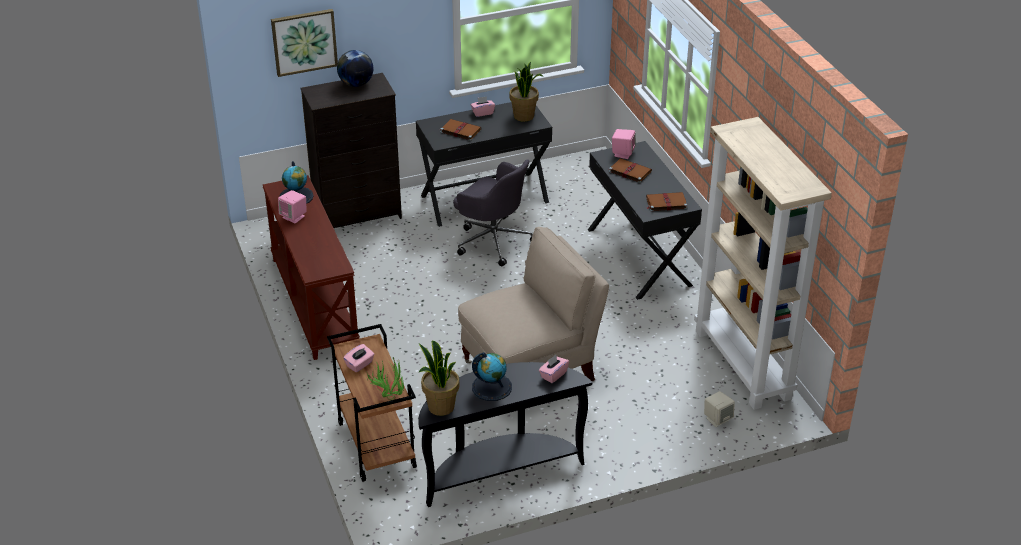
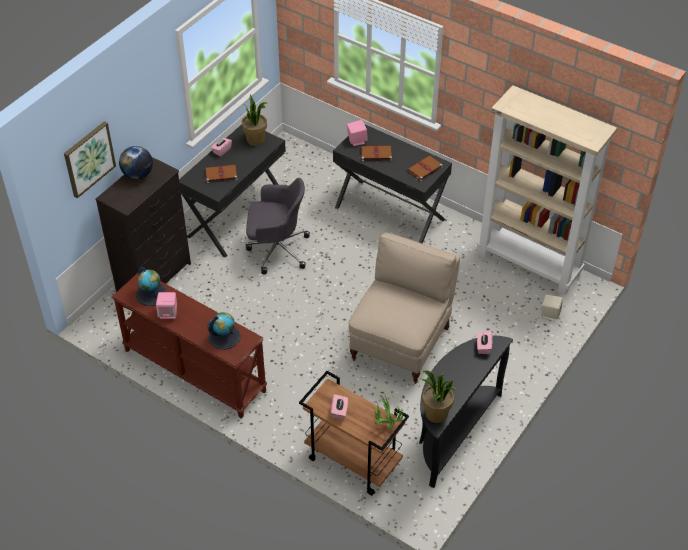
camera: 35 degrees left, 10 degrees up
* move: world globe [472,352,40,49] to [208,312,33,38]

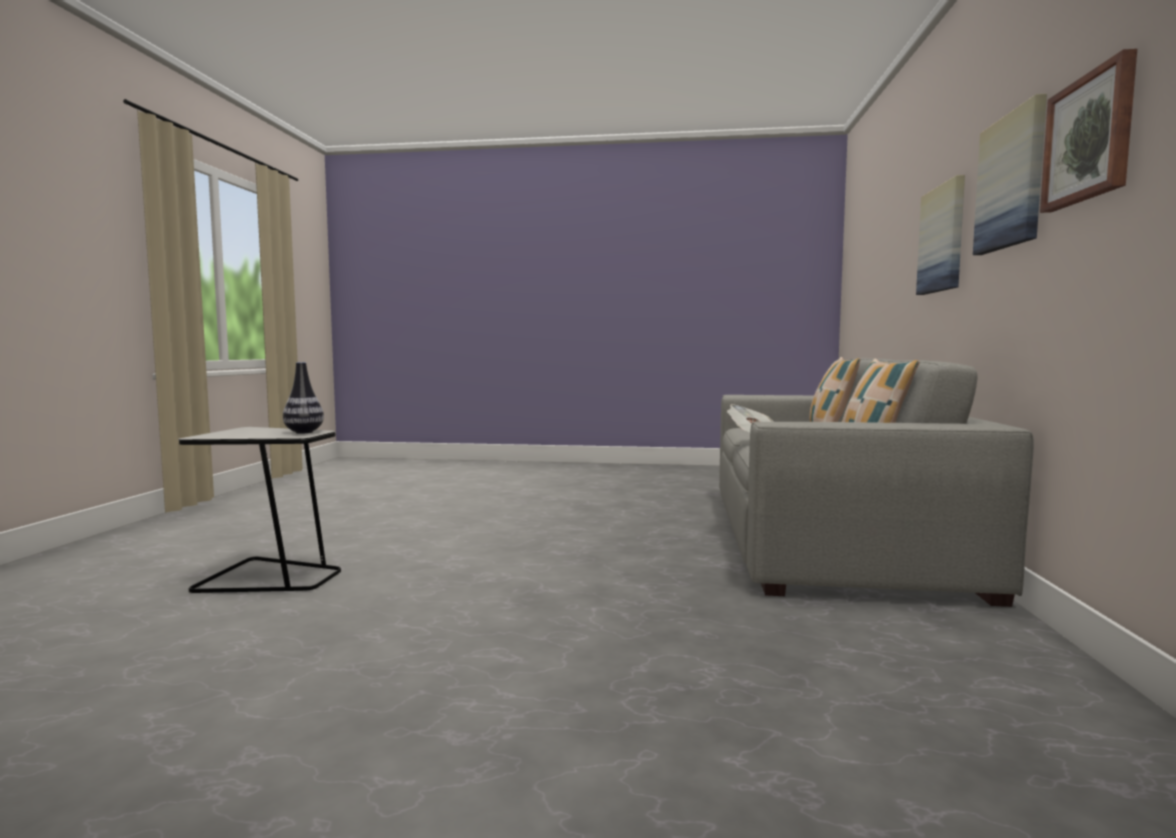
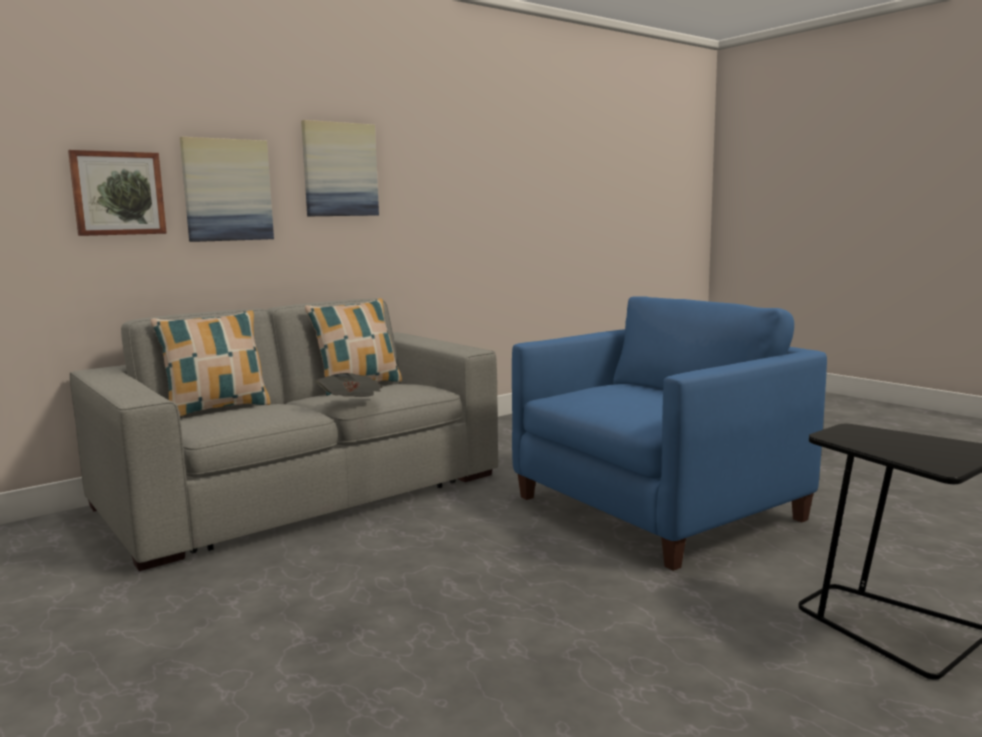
camera: 135 degrees left, 5 degrees up
* delete: decorative vase [283,362,41,71]
* insert: blue-coloured easy chair [512,296,315,275]
* move: wall picture [1040,49,97,164] to [68,150,99,86]

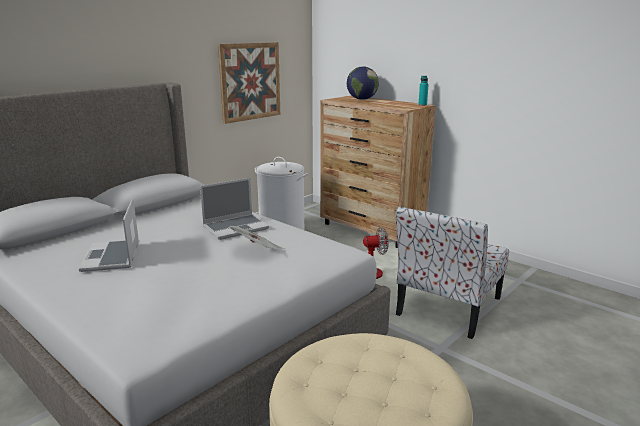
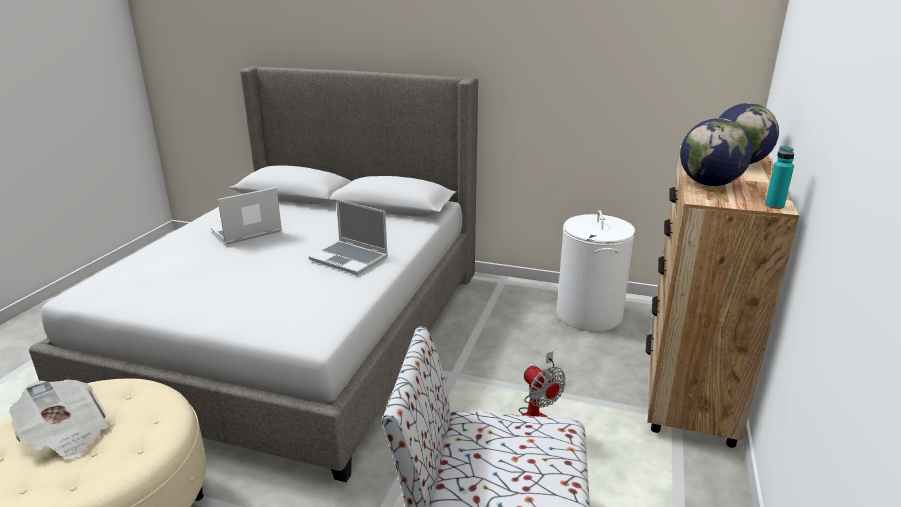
camera: 65 degrees right, 5 degrees up
* delete: wall picture [218,42,62,82]
* insert: world globe [680,118,73,68]
* move: daily paper [227,226,58,23] to [9,380,101,80]

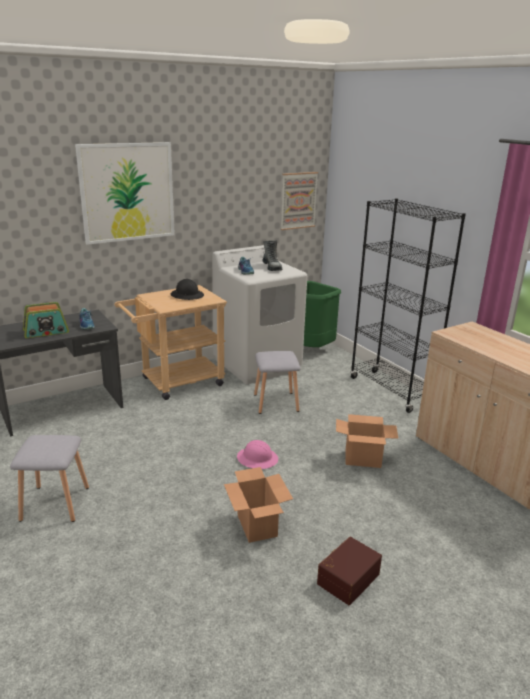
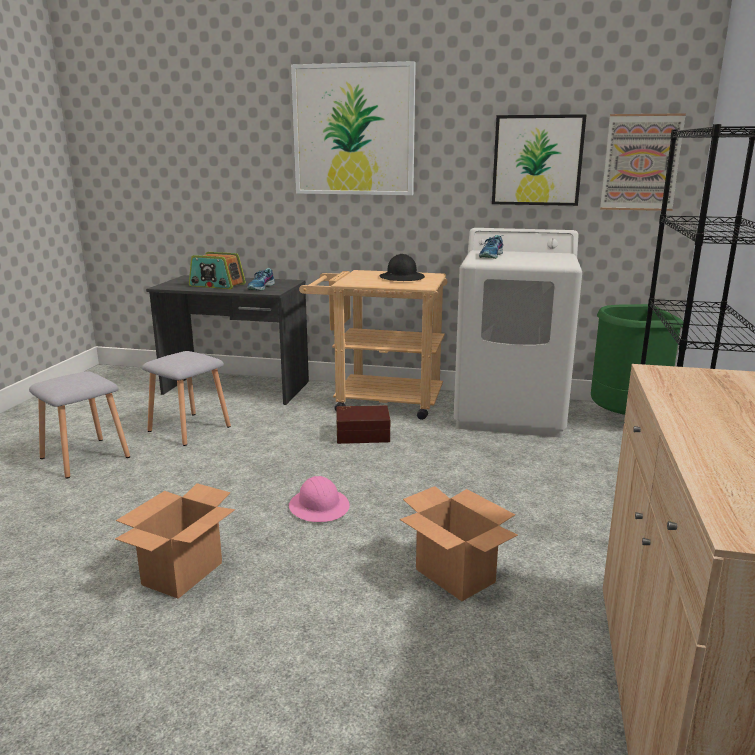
camera: 45 degrees right, 5 degrees down
* delete: high-top boot [263,240,20,31]
* insert: wall picture [492,114,95,92]
* move: greyish stool [254,351,46,63] to [142,351,89,95]
* move: brown storage box [317,537,65,68] to [336,405,54,39]

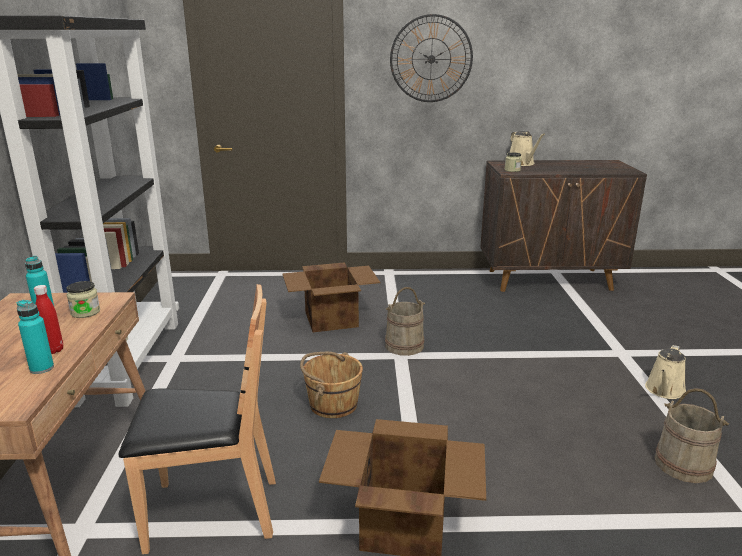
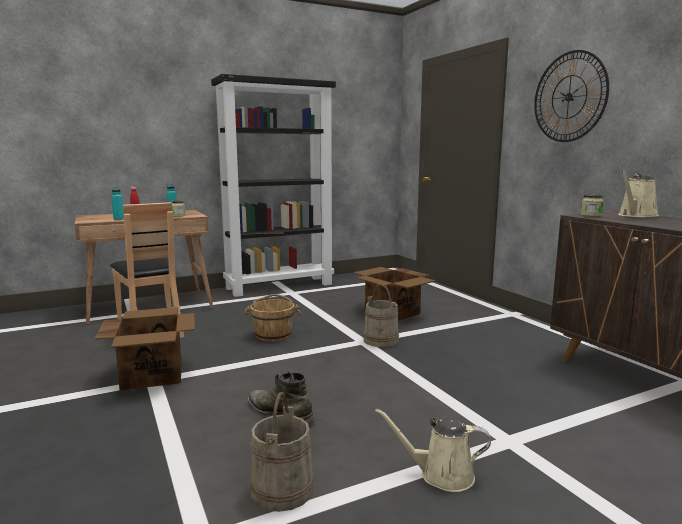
camera: 65 degrees right, 10 degrees down
* insert: green high-top boot [248,372,66,53]

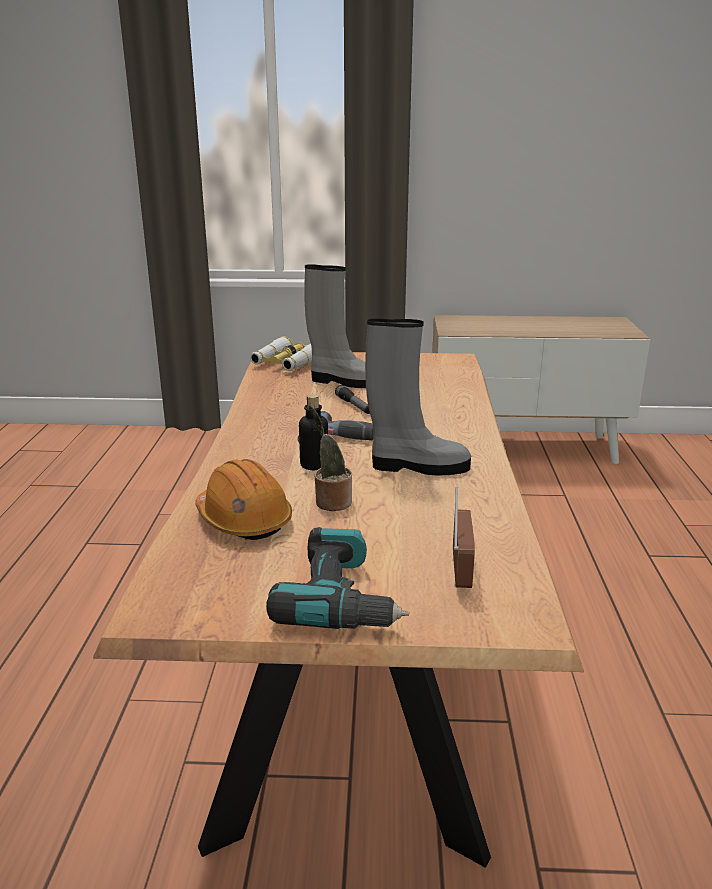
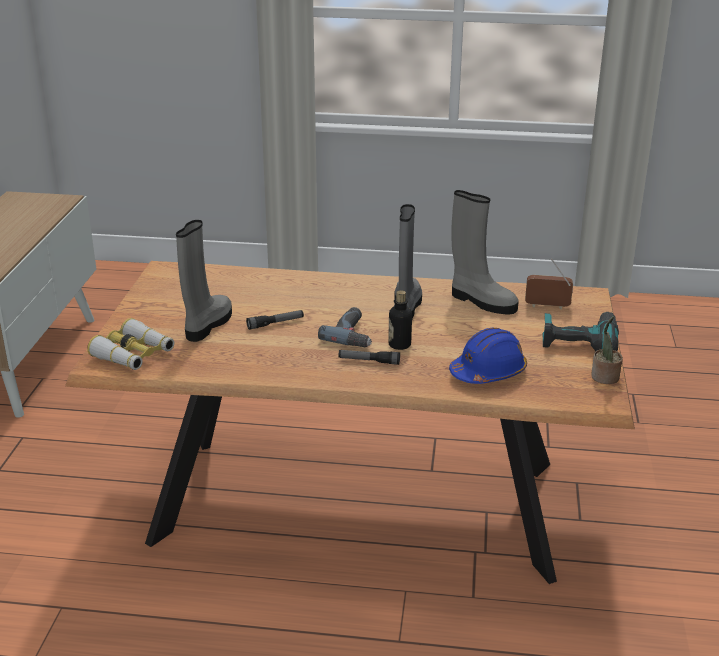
camera: 85 degrees left, 5 degrees up
* insert: hand torch [339,350,61,15]
* insert: greyish high-top boot [451,190,68,125]
* move: plant in a pot [309,405,43,106] to [591,316,32,68]
* recolor: orangey safety helmet [195,459,97,81] to blue-coloured safety helmet [449,328,78,56]

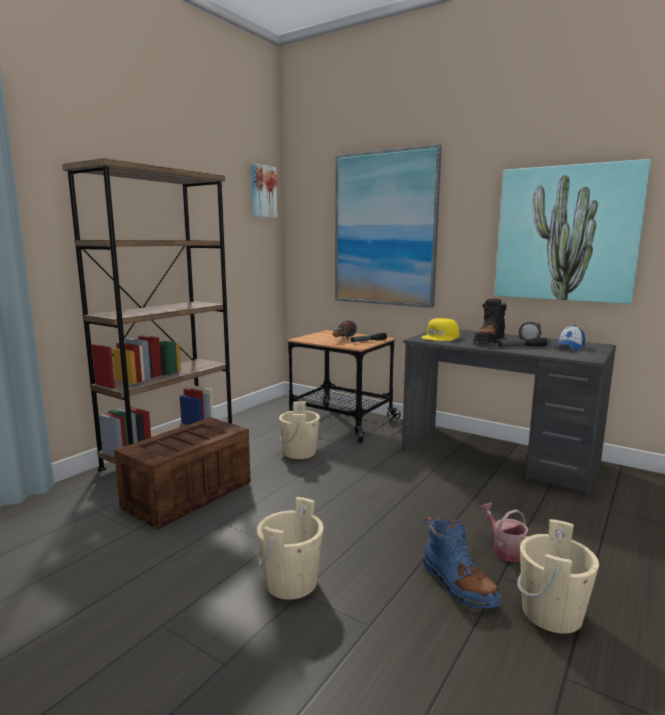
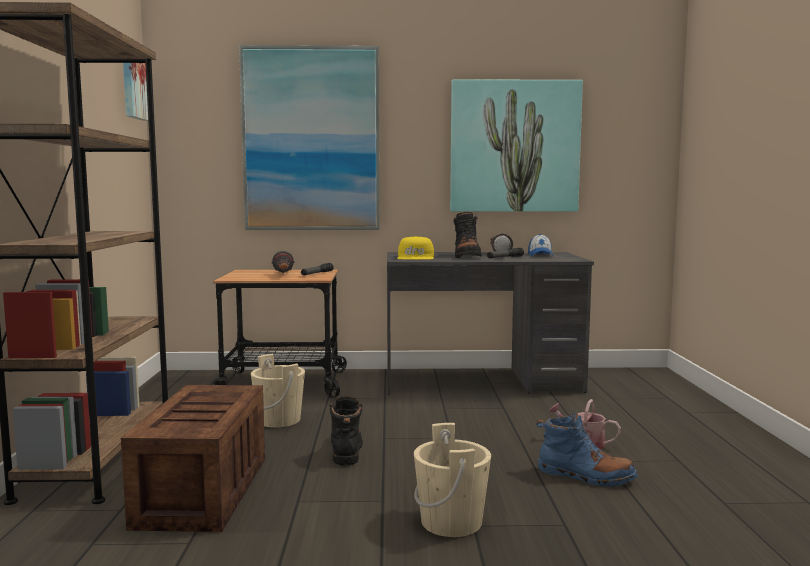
camera: 35 degrees left, 5 degrees down
* delete: sand-coloured bucket [517,519,82,115]
* insert: black high-top boot [329,397,34,68]

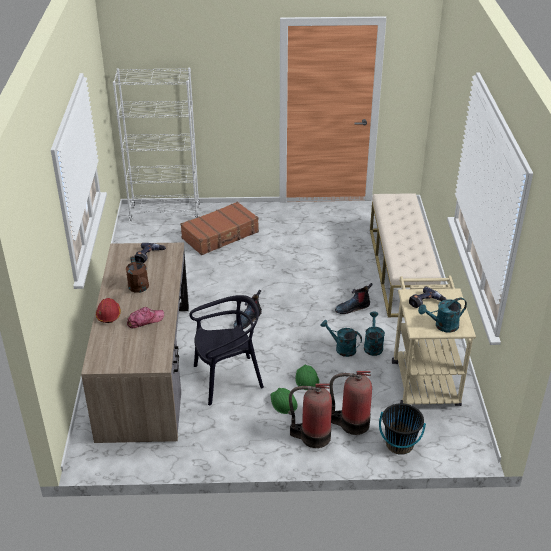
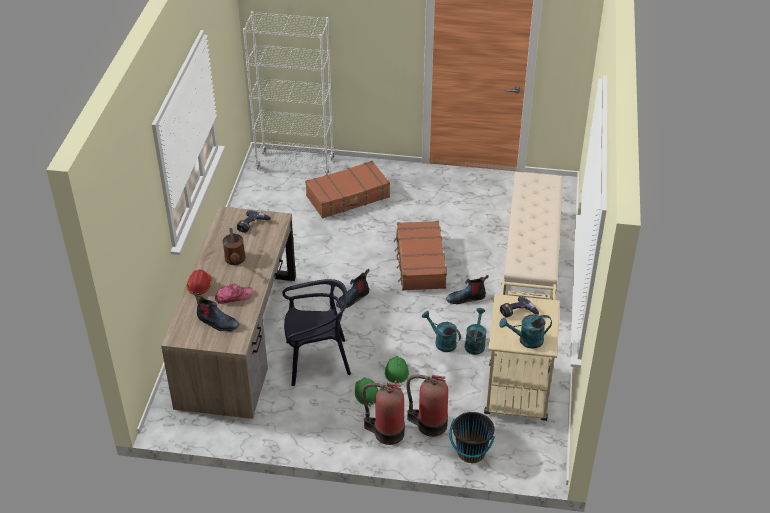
camera: 10 degrees right, 5 degrees up
* insert: high-top boot [193,291,46,40]
* insert: brown travel case [394,221,53,70]

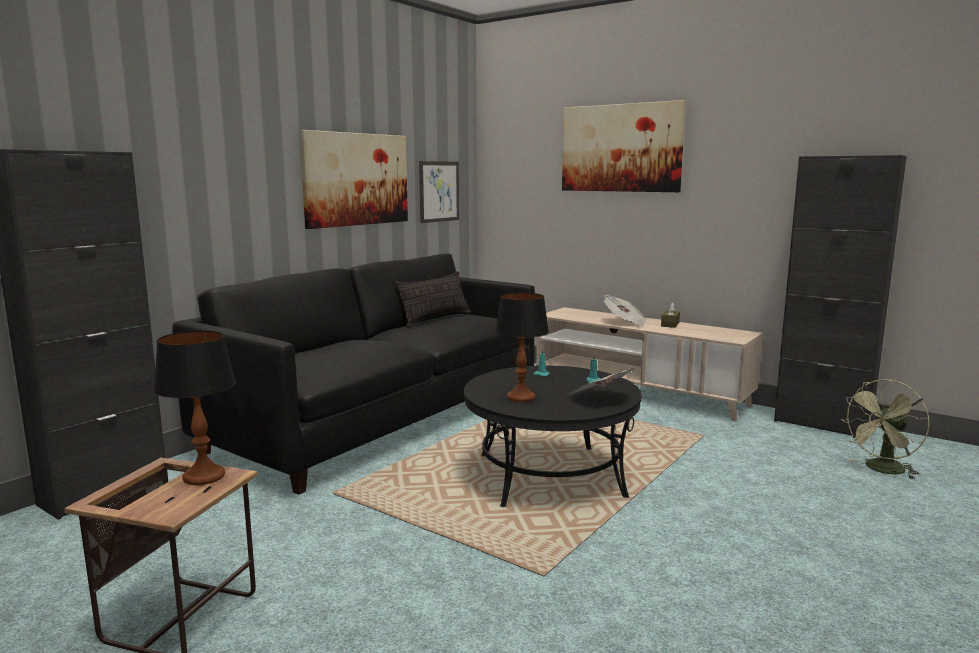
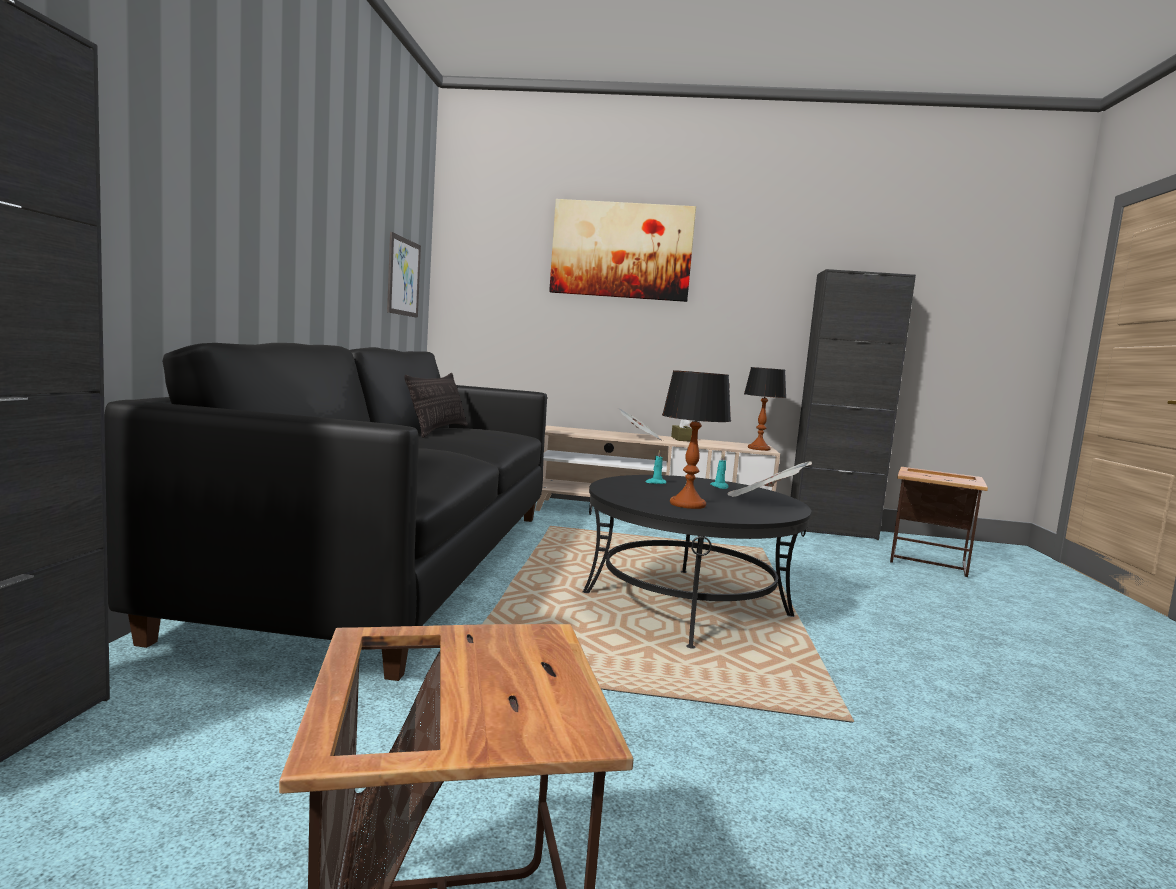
camera: 30 degrees left, 5 degrees down
* delete: wall picture [300,130,108,99]
* move: lamp for a table [154,331,82,154] to [744,367,42,84]
* replace: green fan [841,379,89,101] to end table [890,467,98,110]

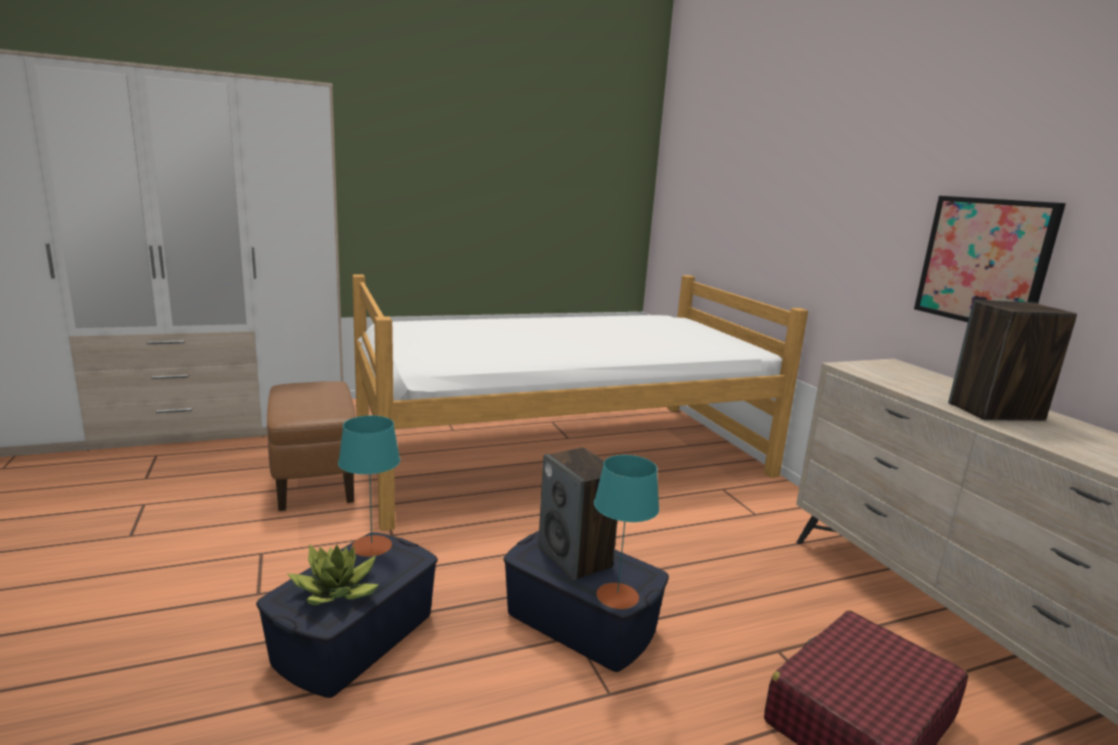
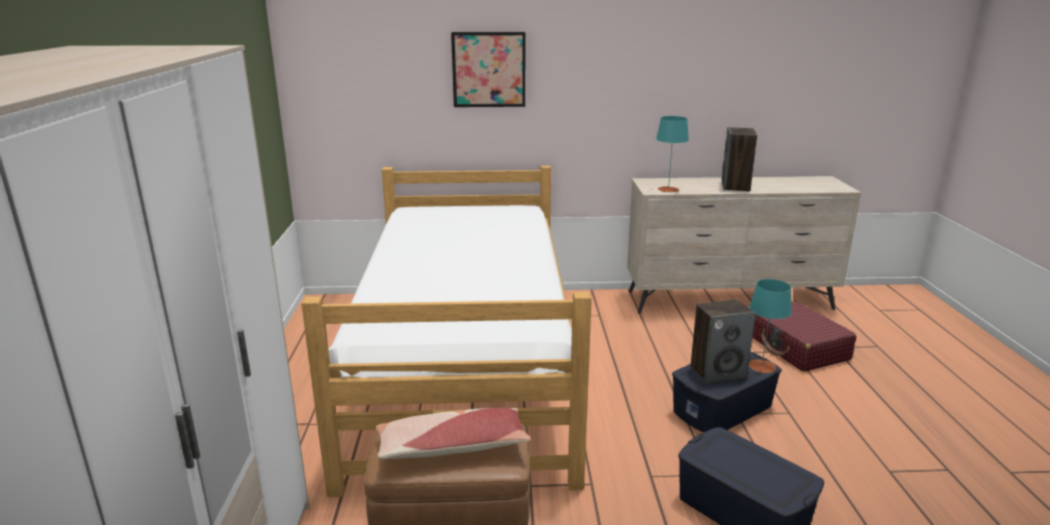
camera: 70 degrees left, 5 degrees up
* delete: plant in a pot [287,544,93,61]
* insert: pillow [376,408,155,51]
* move: turquoise-coloured lamp for a table [338,416,62,141] to [656,116,33,76]
* move: wall picture [914,196,152,126] to [451,32,74,75]

